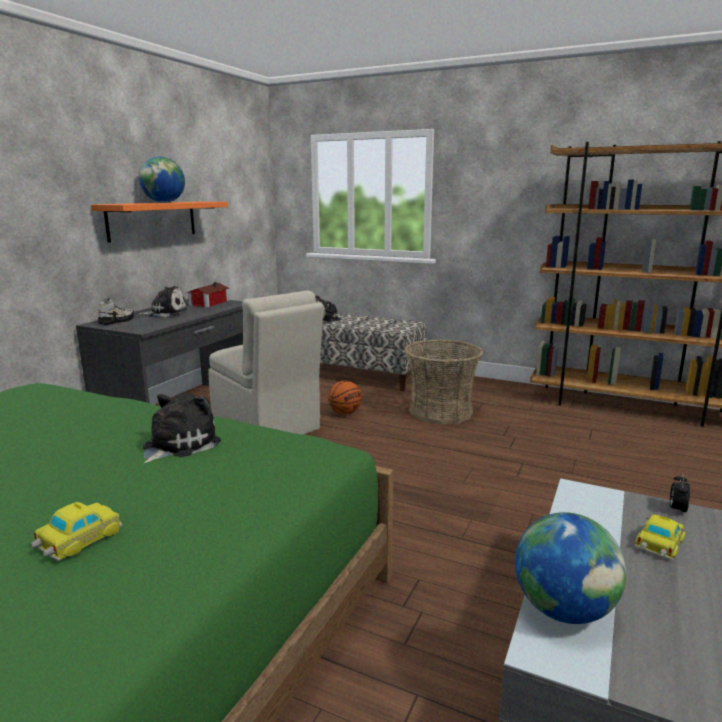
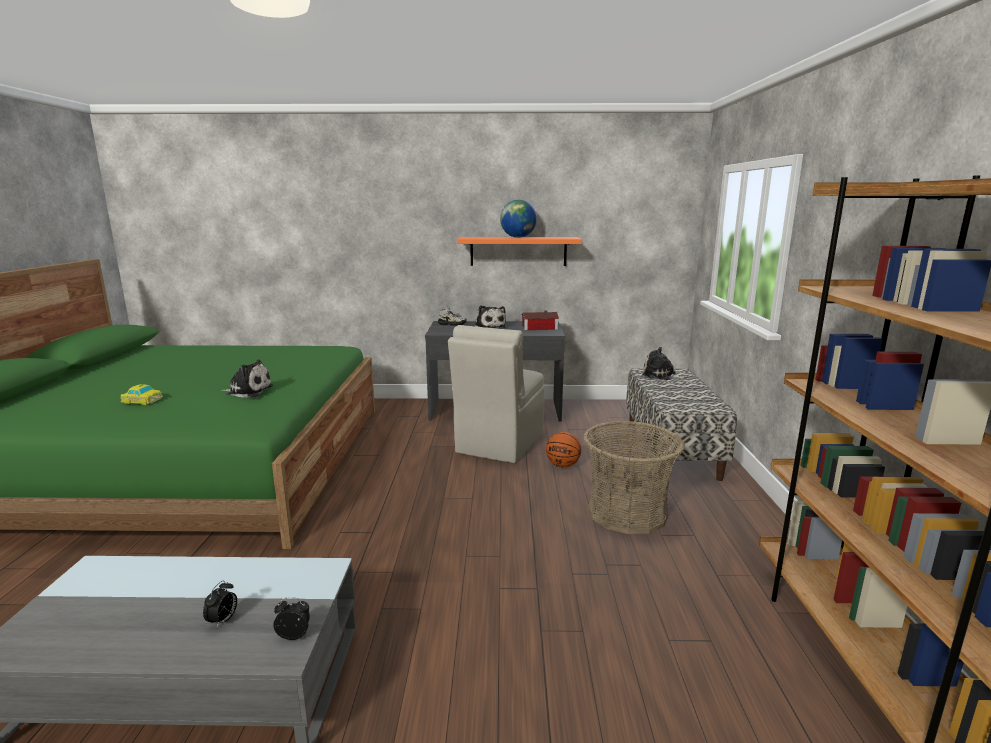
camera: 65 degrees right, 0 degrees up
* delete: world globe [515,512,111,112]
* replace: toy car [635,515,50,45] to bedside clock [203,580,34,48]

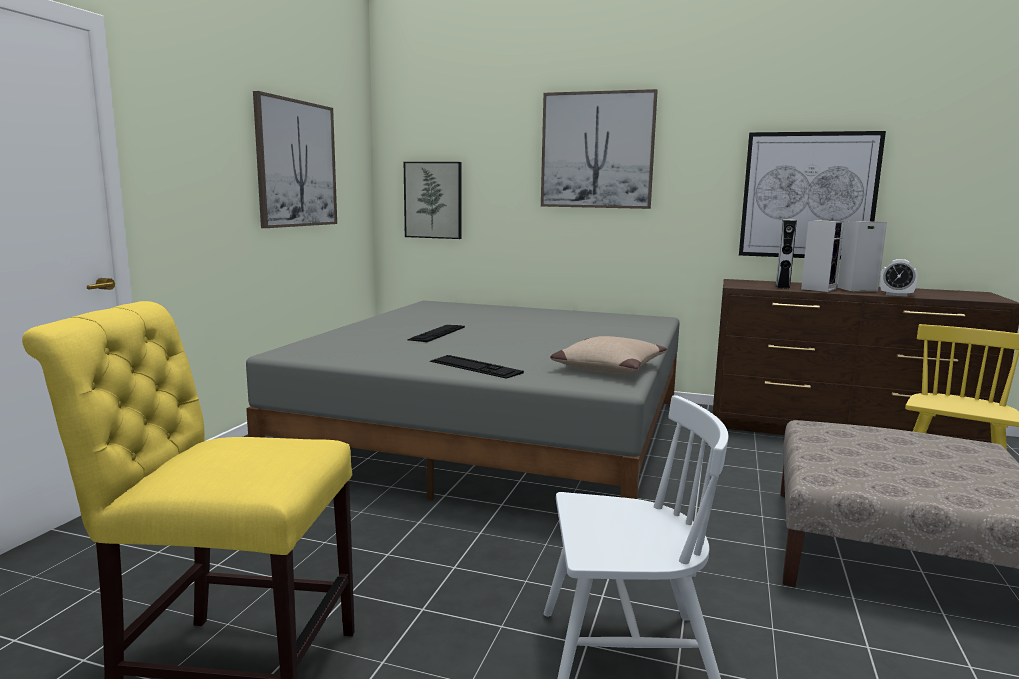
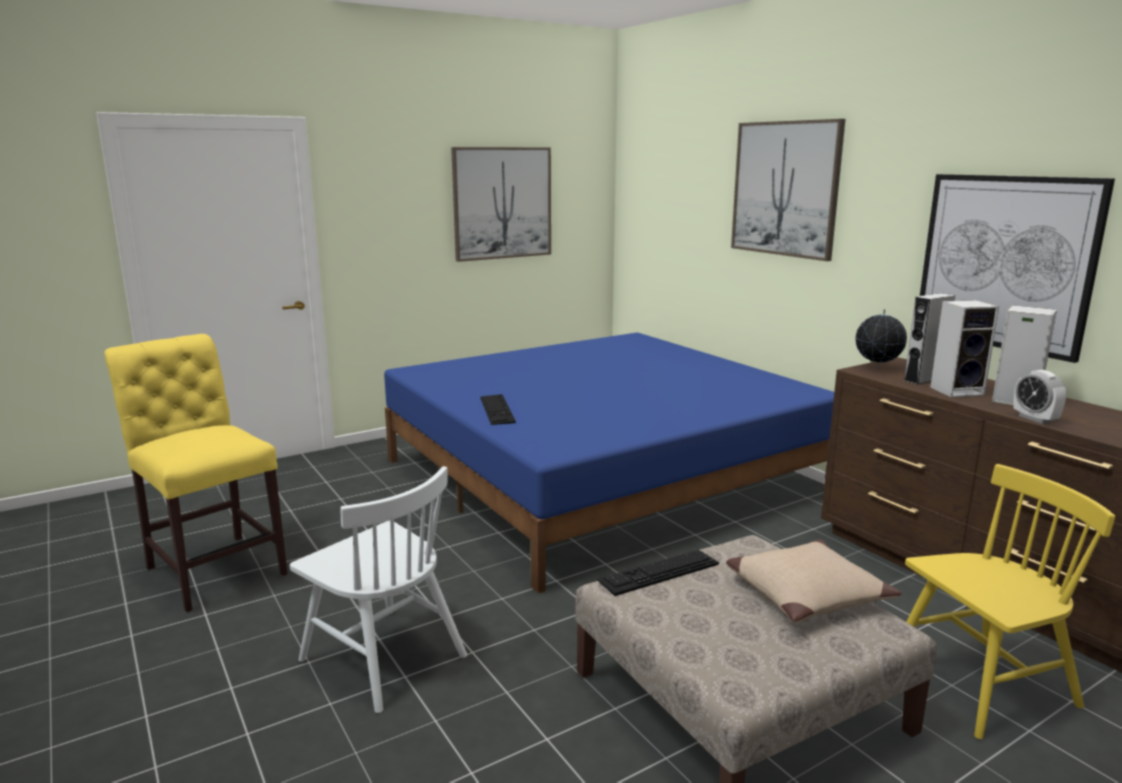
camera: 40 degrees right, 5 degrees up
* delete: wall picture [404,162,58,77]
* insert: world globe [855,309,52,59]
* move: PC keyboard [407,325,58,17] to [597,550,122,46]
* move: sand-coloured pillow [550,336,117,38] to [726,539,176,84]
* recolor: greyish bedroom bed [246,300,434,201] to blue-coloured bedroom bed [384,333,450,261]

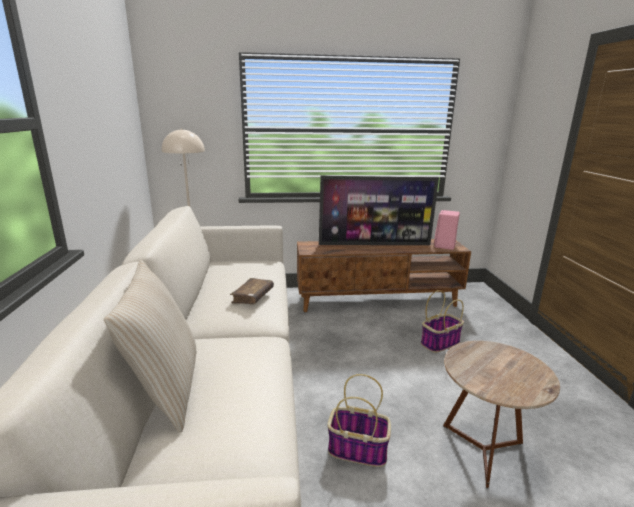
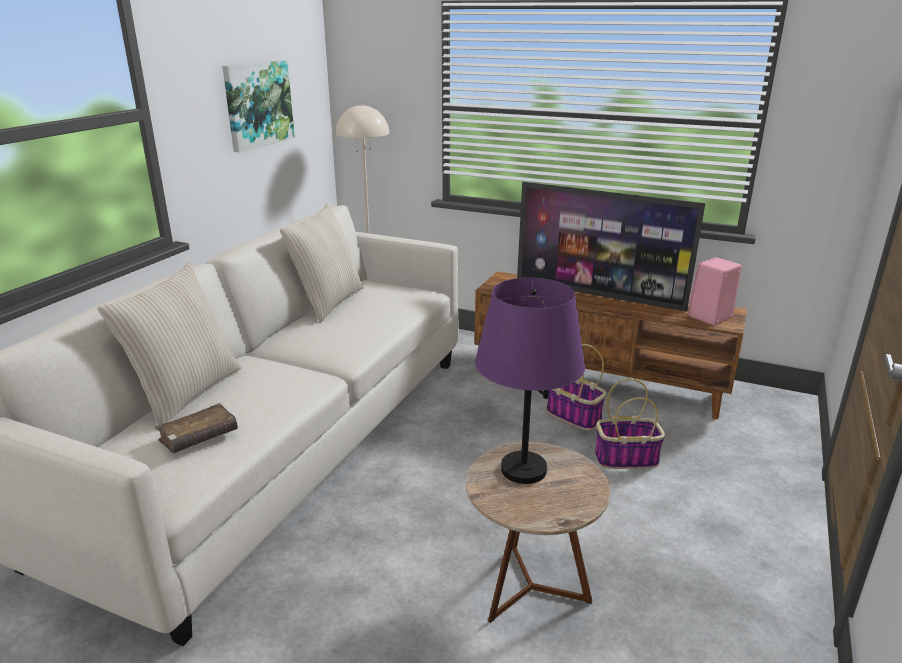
camera: 30 degrees right, 5 degrees up
* insert: wall picture [222,60,73,92]
* insert: sand-coloured pillow [280,204,84,118]
* insert: purple-coloured lamp for a table [475,278,110,206]
* move: brown book [230,278,44,26] to [155,403,83,50]
* move: basket [327,374,64,93] to [547,344,59,87]

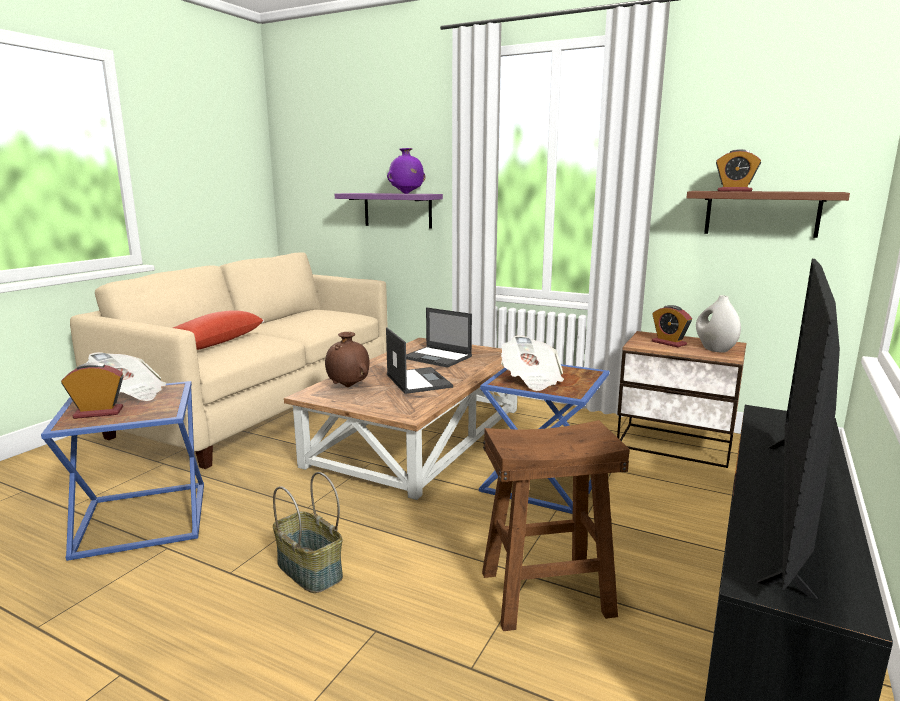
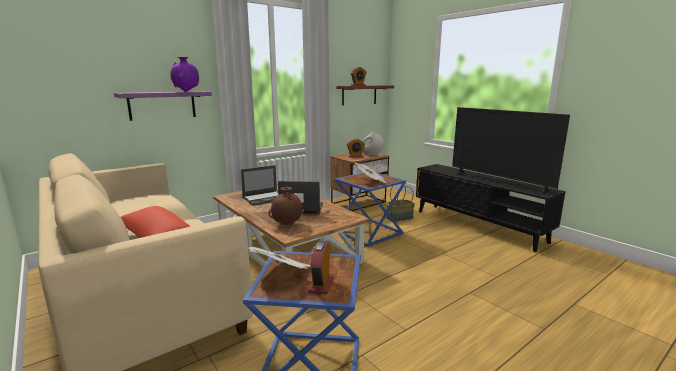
camera: 65 degrees left, 0 degrees up
* delete: brown stool [482,420,148,211]
* move: basket [273,472,70,121] to [386,185,29,36]

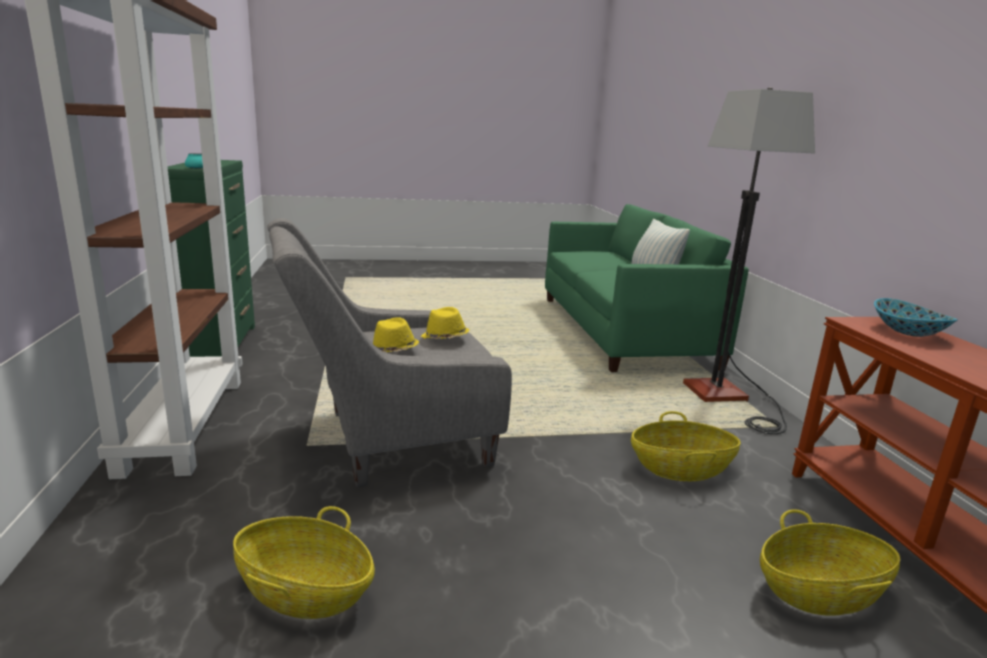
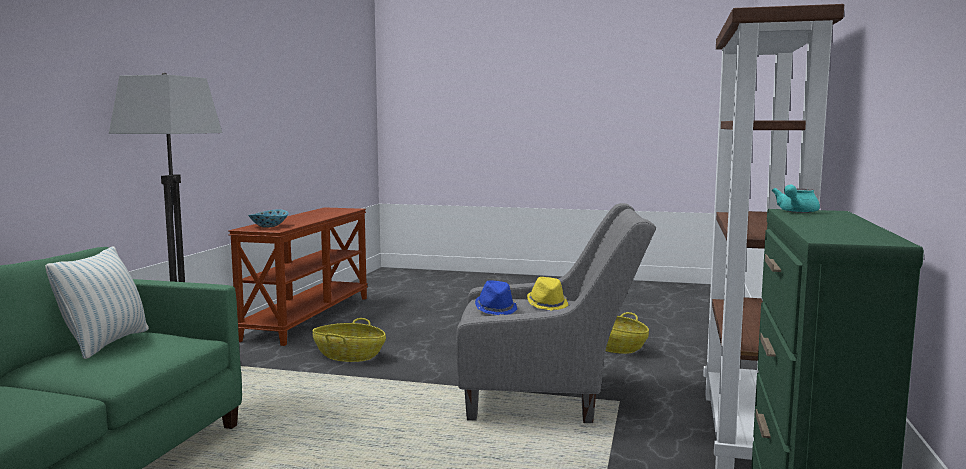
camera: 155 degrees left, 10 degrees down
* delete: basket [760,509,140,107]
* recolor: yellow wearable hat [421,307,48,32] to blue-coloured wearable hat [475,281,43,34]

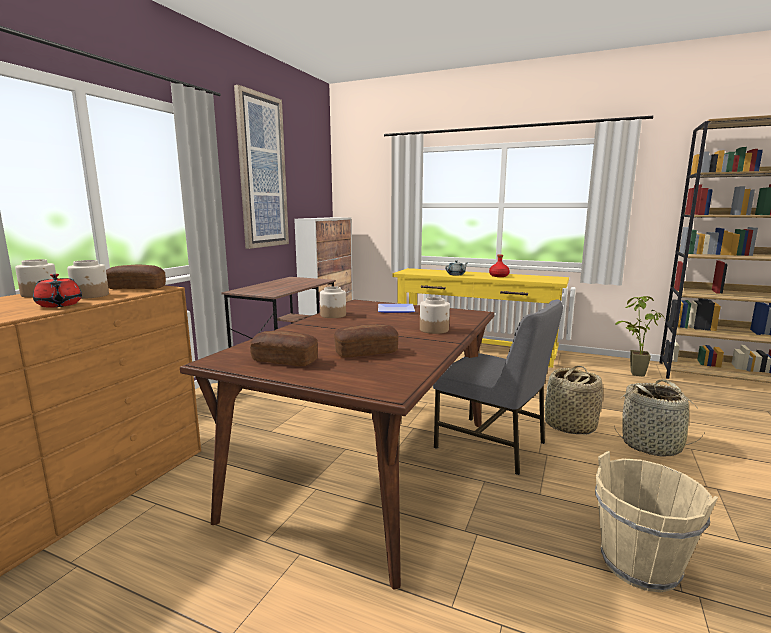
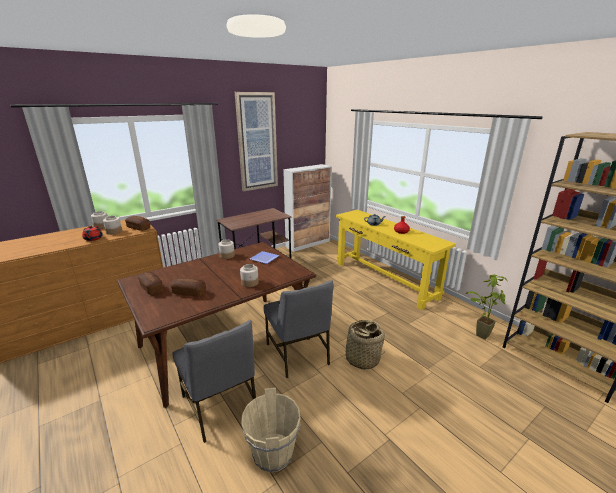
camera: 30 degrees right, 10 degrees up
* delete: basket [614,379,92,77]
* insert: greyish plain chair [173,320,83,123]

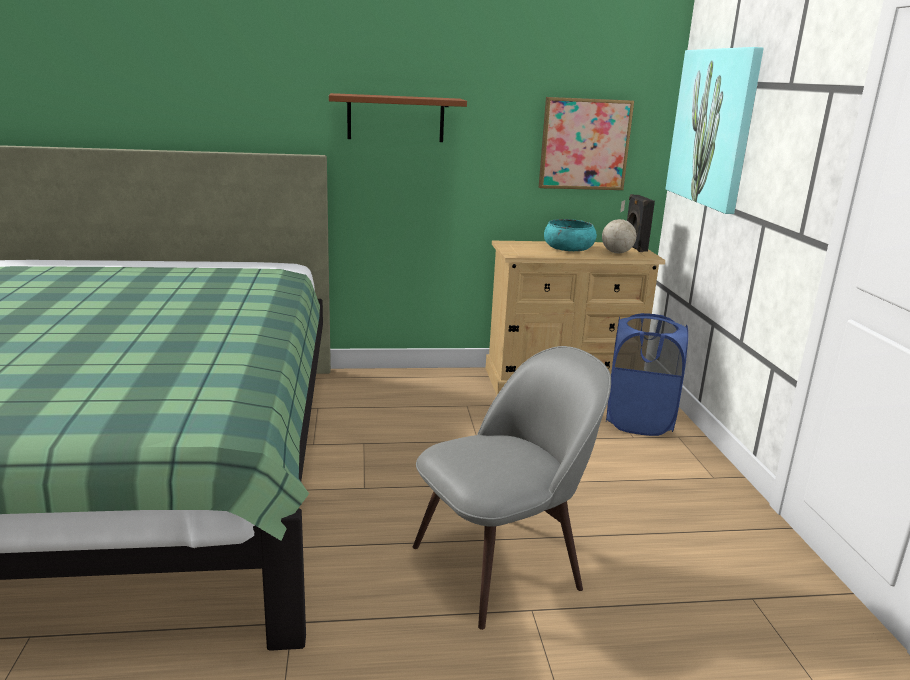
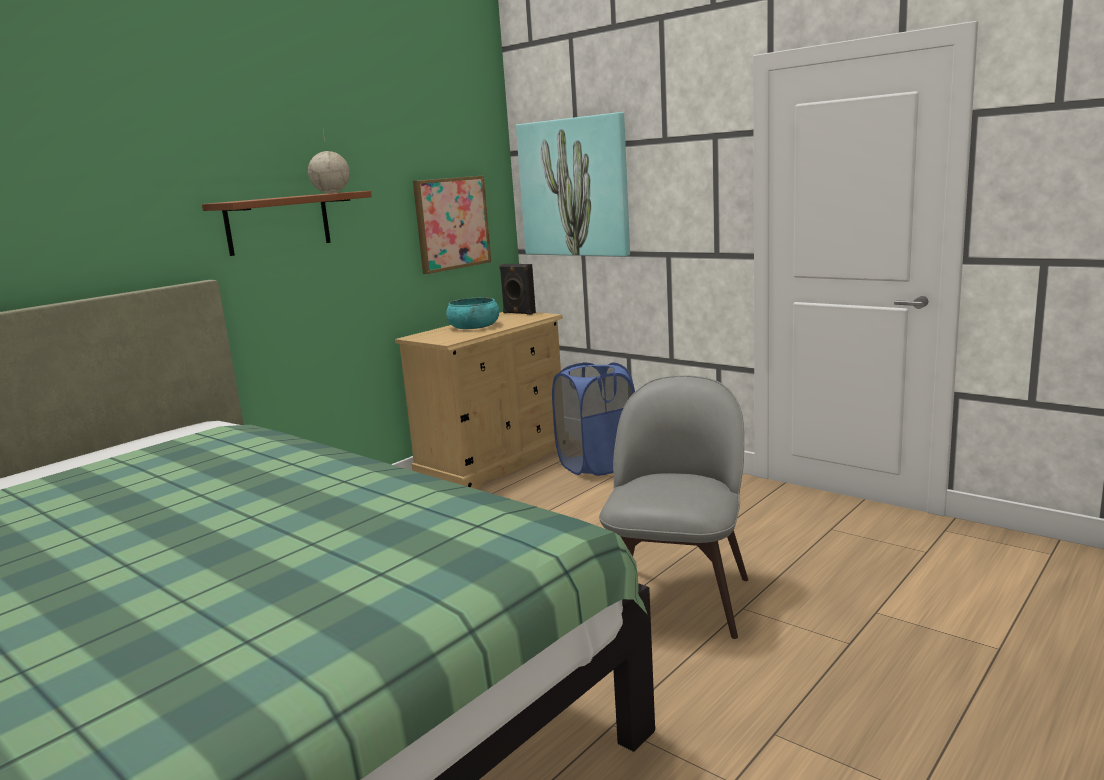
camera: 40 degrees left, 5 degrees down
* move: world globe [602,200,34,53] to [308,130,42,63]

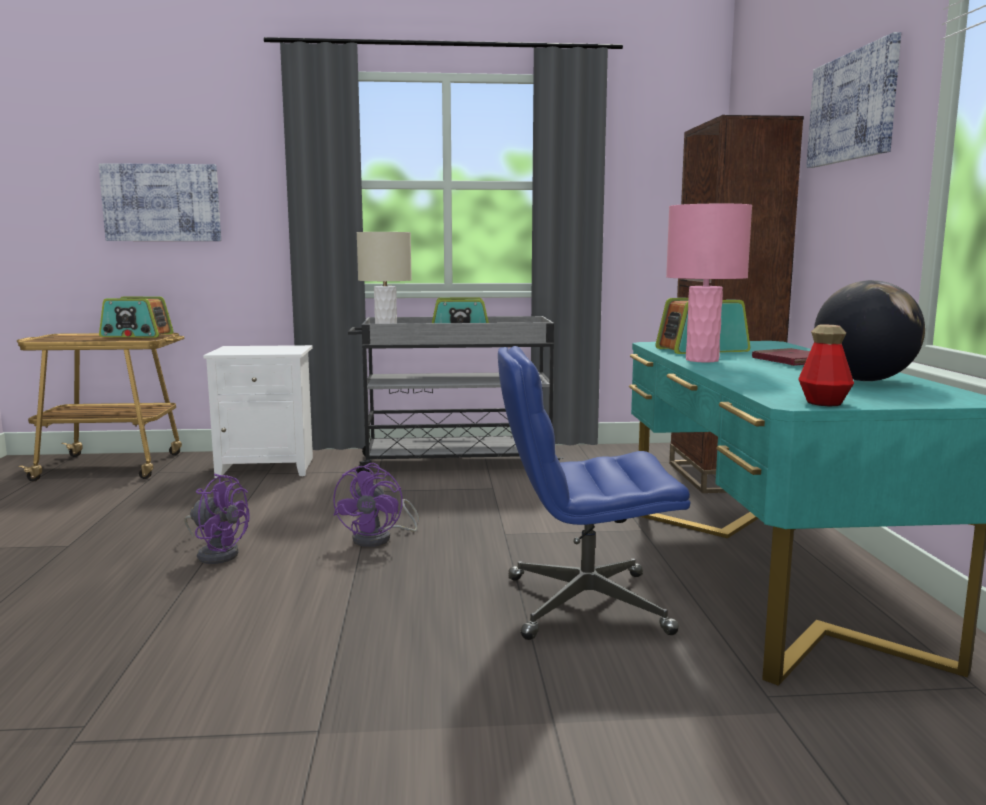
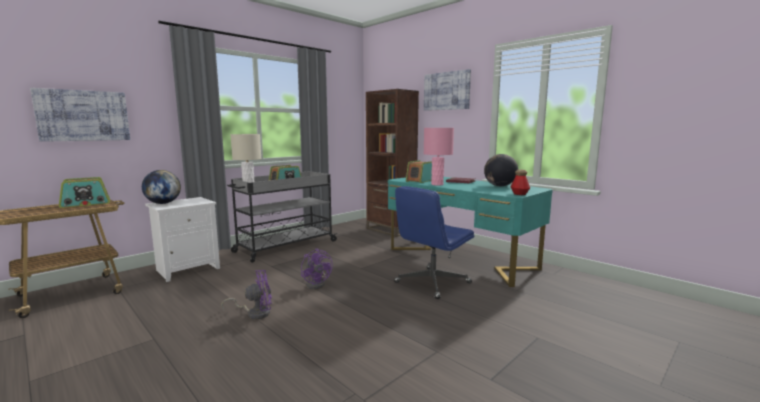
camera: 40 degrees left, 0 degrees up
* insert: world globe [142,170,39,34]

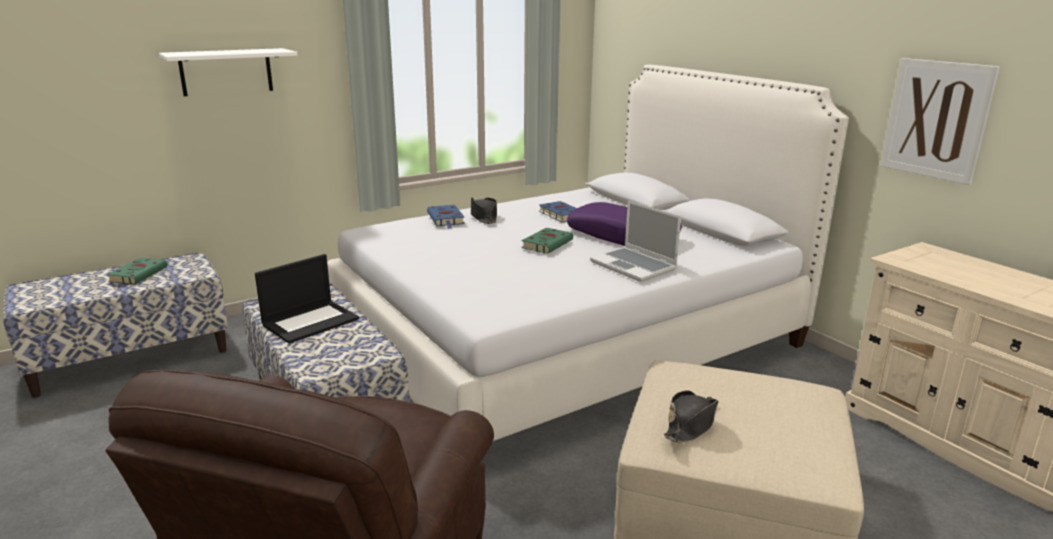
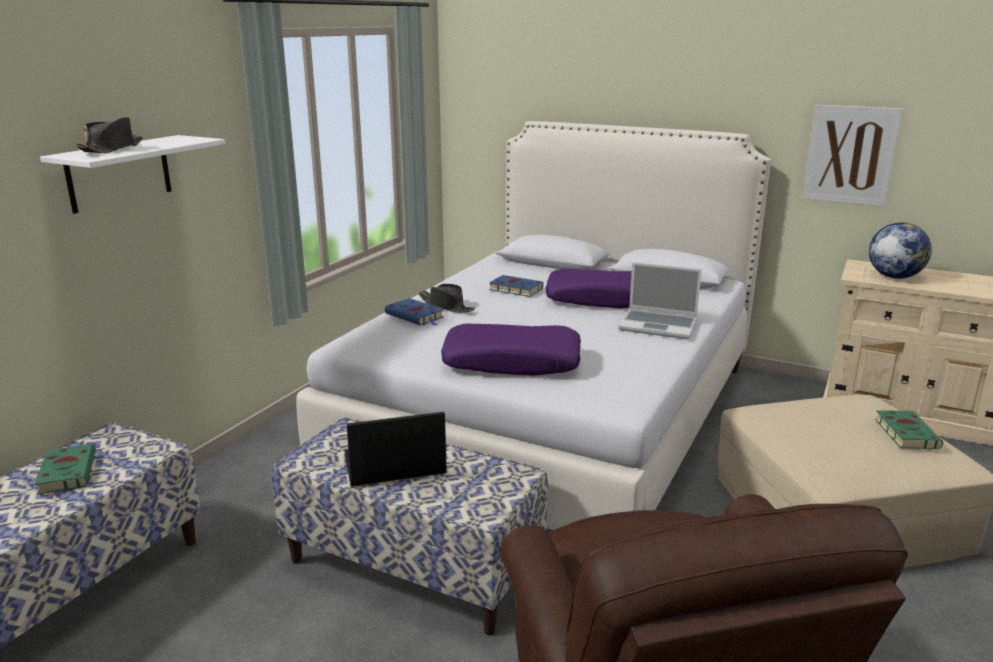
camera: 30 degrees left, 0 degrees up
* insert: purple-coloured pillow [441,323,140,53]
* insert: world globe [869,223,63,56]
* move: green book [522,228,51,26] to [875,410,68,39]
* move: black wearable hat [664,390,54,52] to [75,117,67,36]
* rotate: notebook computer [255,254,104,90] = [345,412,102,74] 120 degrees counterclockwise

